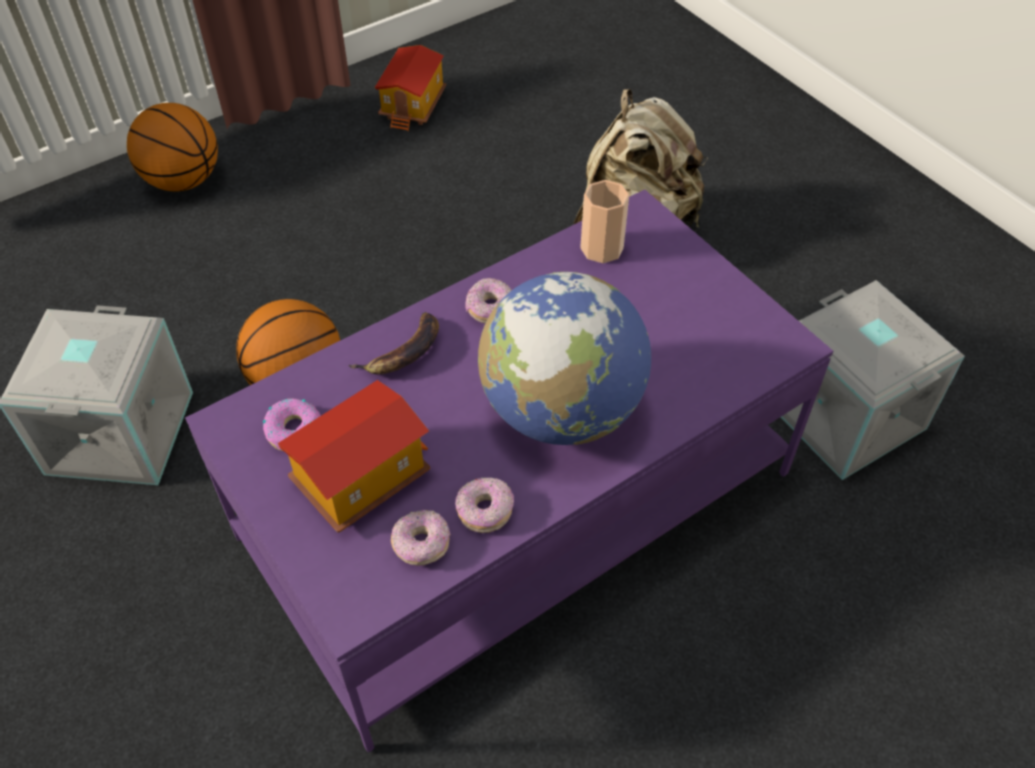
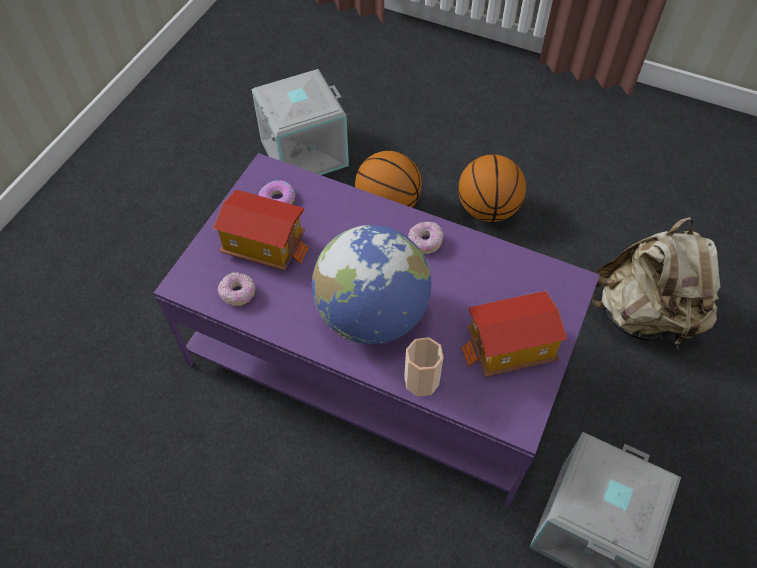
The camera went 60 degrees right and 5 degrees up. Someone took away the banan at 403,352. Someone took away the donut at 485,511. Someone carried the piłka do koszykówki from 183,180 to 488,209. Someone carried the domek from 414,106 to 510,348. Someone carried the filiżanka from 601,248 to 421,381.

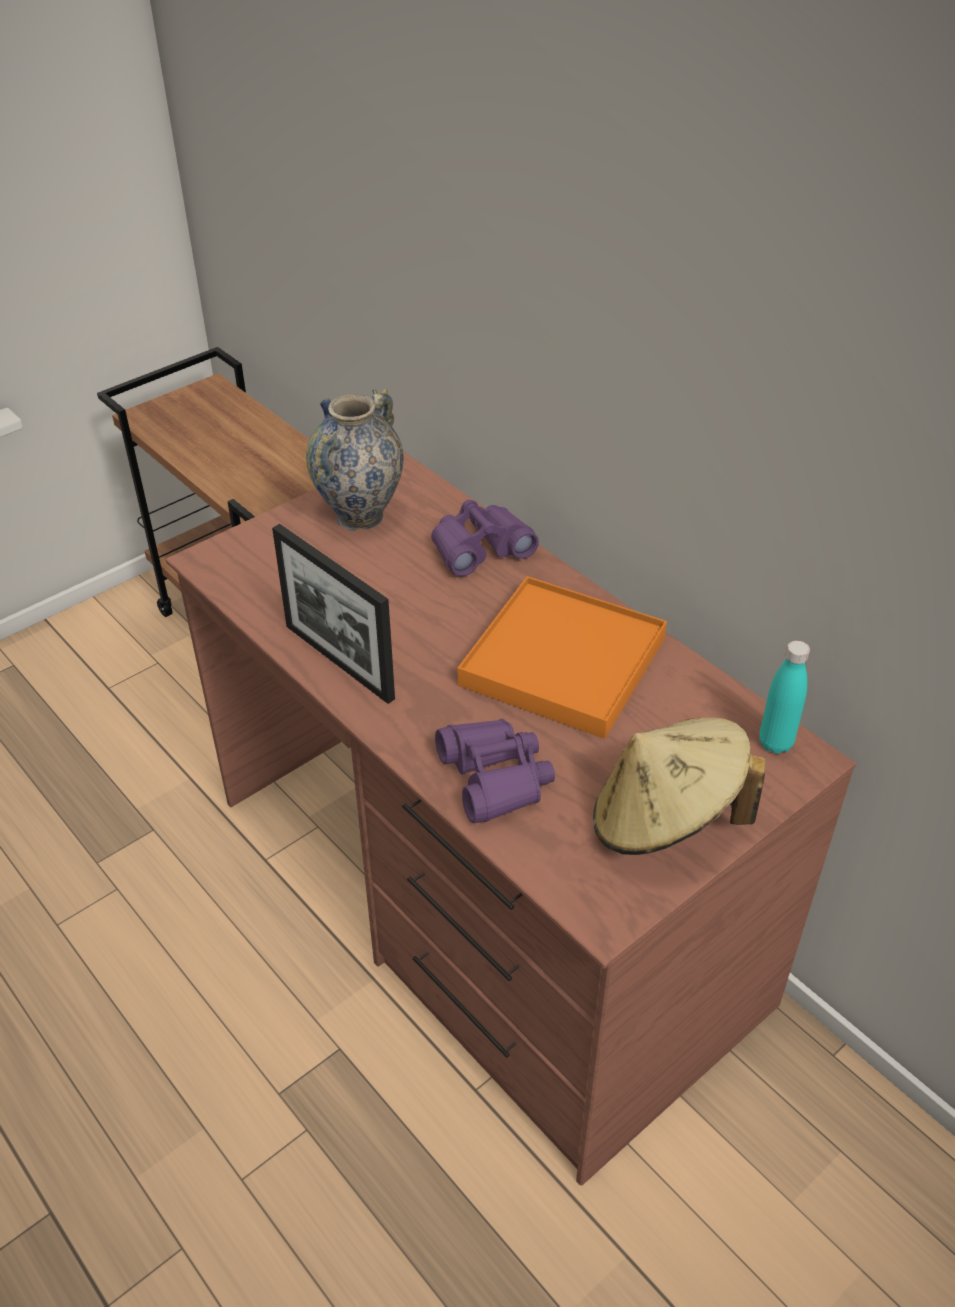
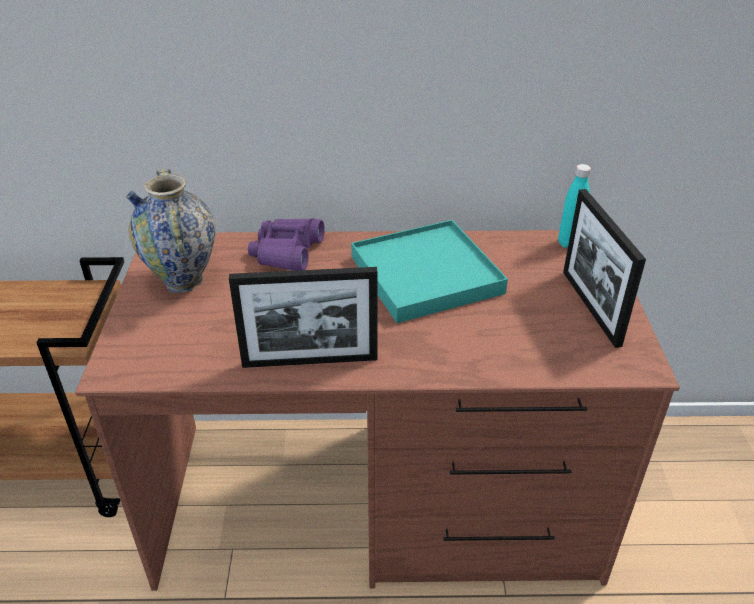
The camera went 50 degrees left and 5 degrees down. Someone took away the lornetka (fioletowy) at 495,778. Someone swapped the kapelusz (beżowy) at 665,821 for the ramka na zdjęcie at 590,307. Someone repainted the taca (pomarańczowy) at 562,661, which became the taca (turkusowy) at 425,275.

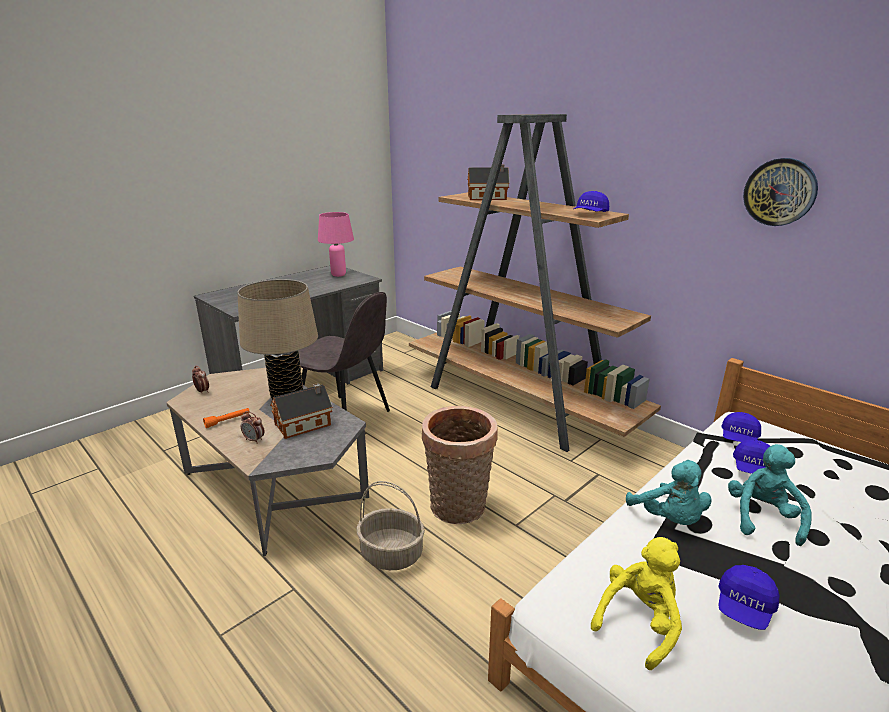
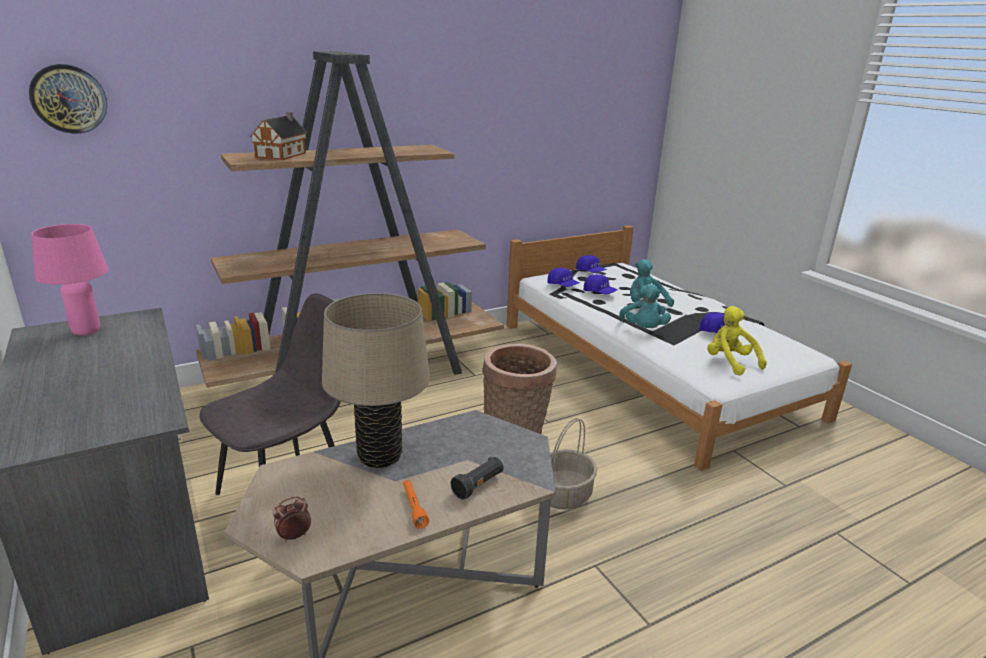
The camera went 75 degrees left and 0 degrees up. Someone took away the domek at 305,424. Someone carried the czapka z daszkiem (niebieski) from 590,214 to 590,272. Someone carried the zegar ścienny from 780,192 to 69,99. Someone swapped the budzik at 254,440 for the latarka (czarny) at 478,485. Someone rotated the pluszak (turkusowy) at 669,519 by 90 degrees clockwise.

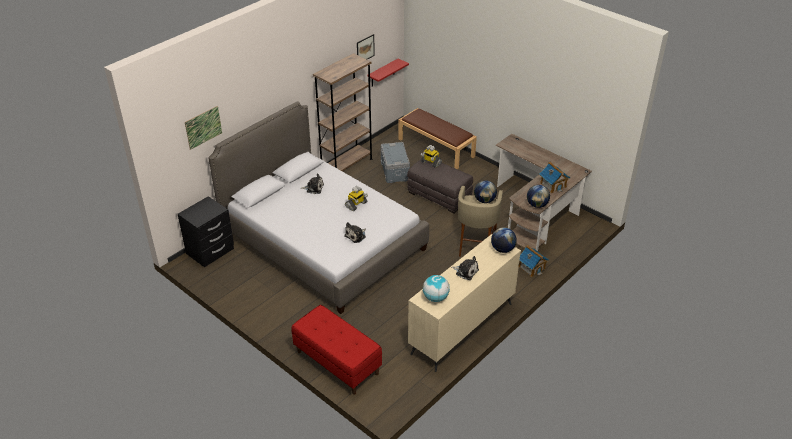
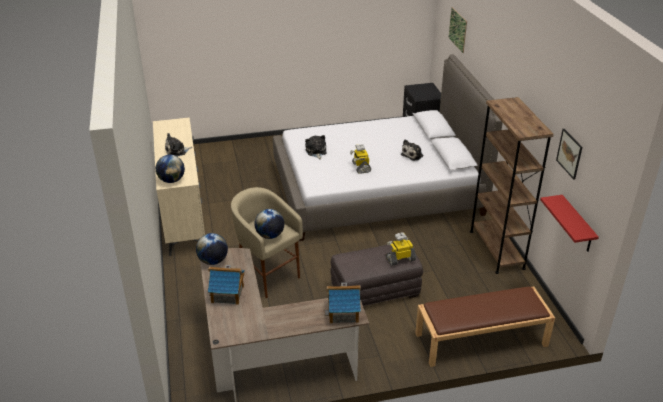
The camera went 125 degrees right and 5 degrees down. Someone took away the ławka (czerwony) at 337,362. Someone took away the pojemnik do przechowywania (szary) at 395,171. Someone took away the globus at 435,298. Someone carried the domek from 531,267 to 343,312.

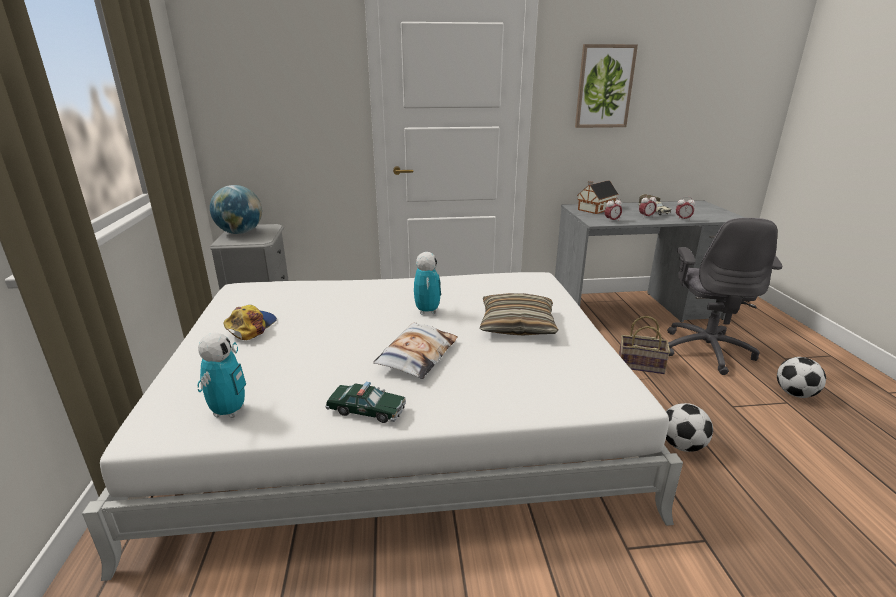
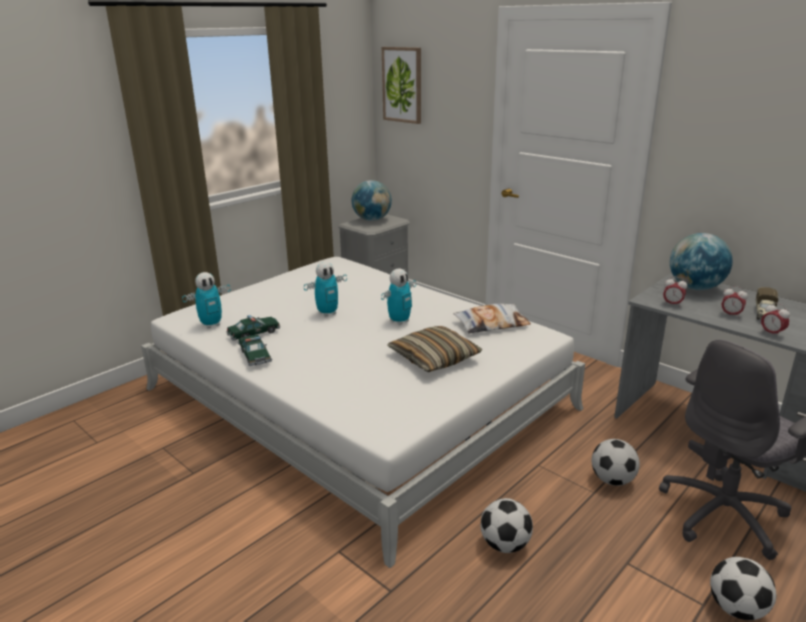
The camera went 50 degrees right and 0 degrees up. Someone took away the czapka z daszkiem at 251,326. Someone put down the samochodzik at 254,333. Someone put down the robot zabawkowy at 327,313. Someone carried the poduszka from 417,355 to 491,324. Someone carried the obraz from 604,87 to 402,85. Someone swapped the domek at 594,209 for the globus at 695,288. Someone swapped the koszyk at 642,365 for the piłka futbolowa at 612,480.

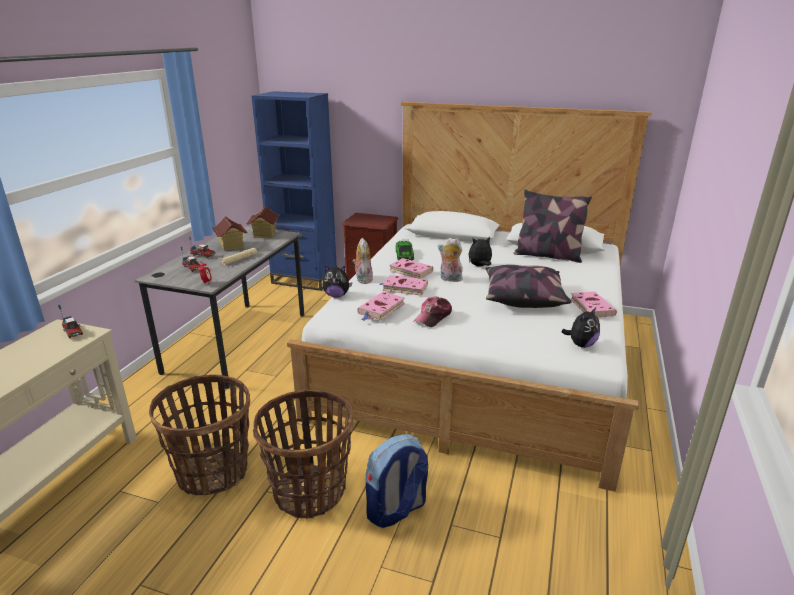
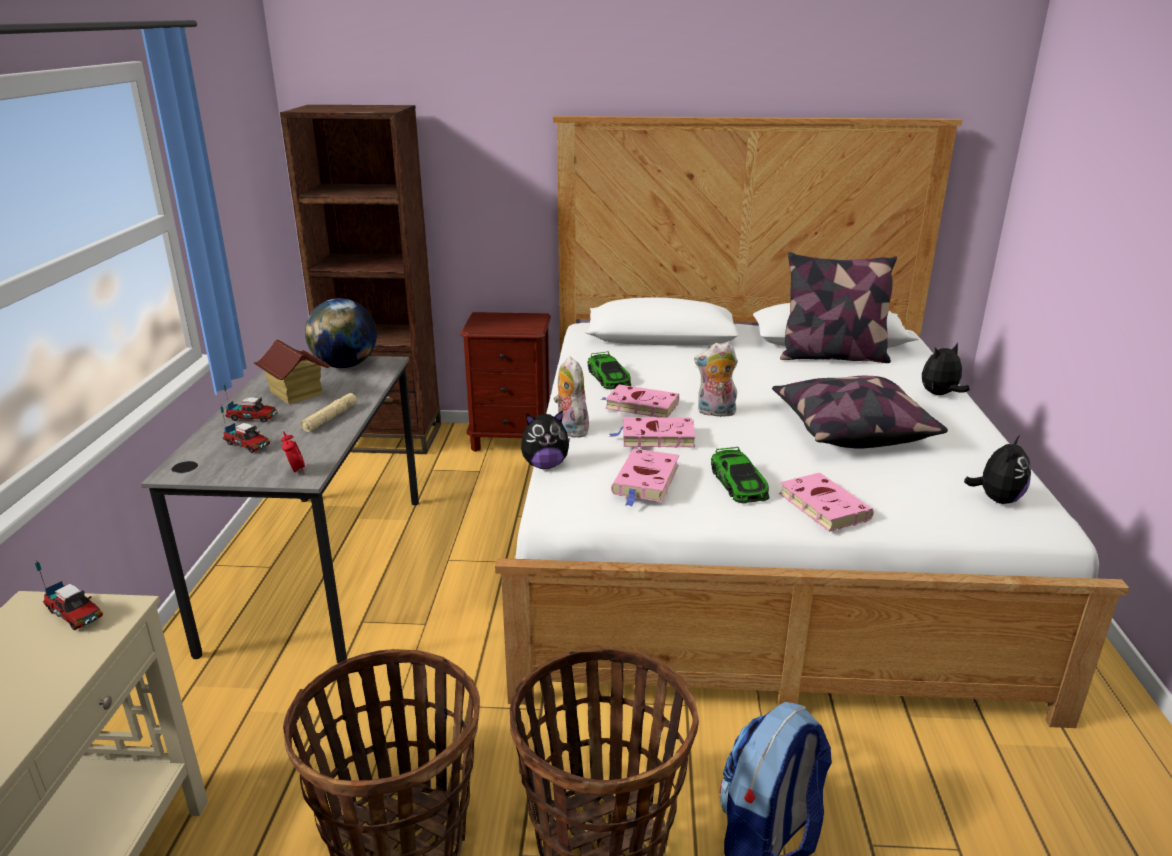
The camera went 15 degrees left and 0 degrees up. Someone carried the pluszak from 479,266 to 940,394. Someone carried the książka (różowy) from 591,307 to 821,505. Someone swapped the domek at 264,234 for the globus at 345,366. Someone swapped the czapka z daszkiem at 433,317 for the samochodzik at 738,483. Someone repainted the regał (niebieski) at 304,279, which became the regał (brązowy) at 386,438.

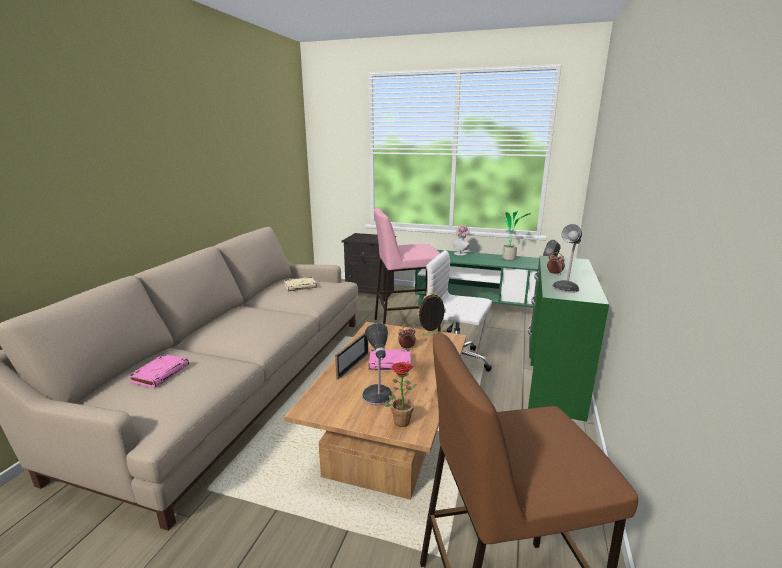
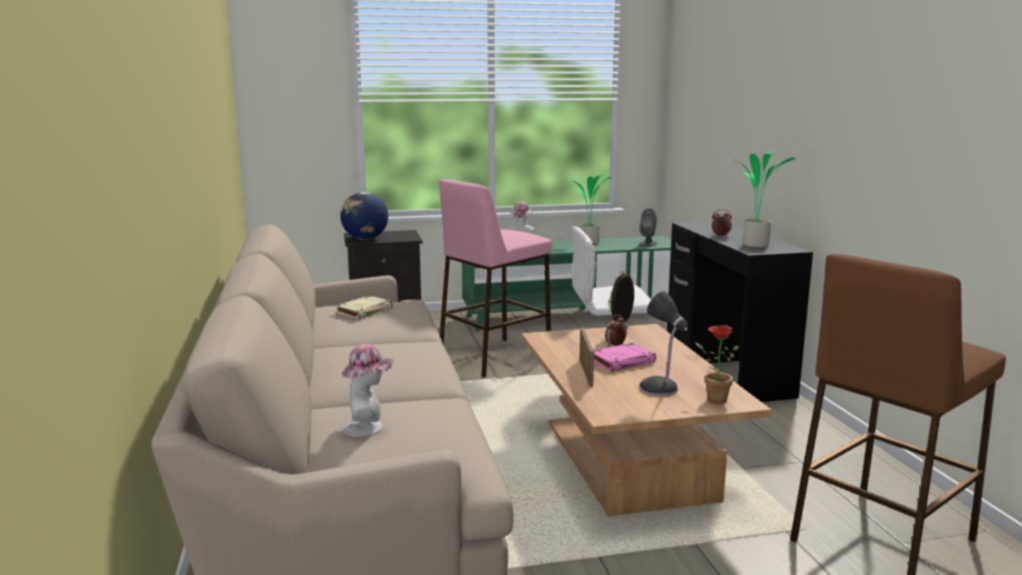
The camera went 30 degrees left and 5 degrees down. Someone put down the globus at 365,239. Someone swapped the książka (różowy) at 160,373 for the kapelusz at 368,427. Someone swapped the lampa stołowa at 566,287 for the roślina doniczkowa at 754,245. Someone repainted the biurko (zielony) at 554,378, which became the biurko (czarny) at 727,370.

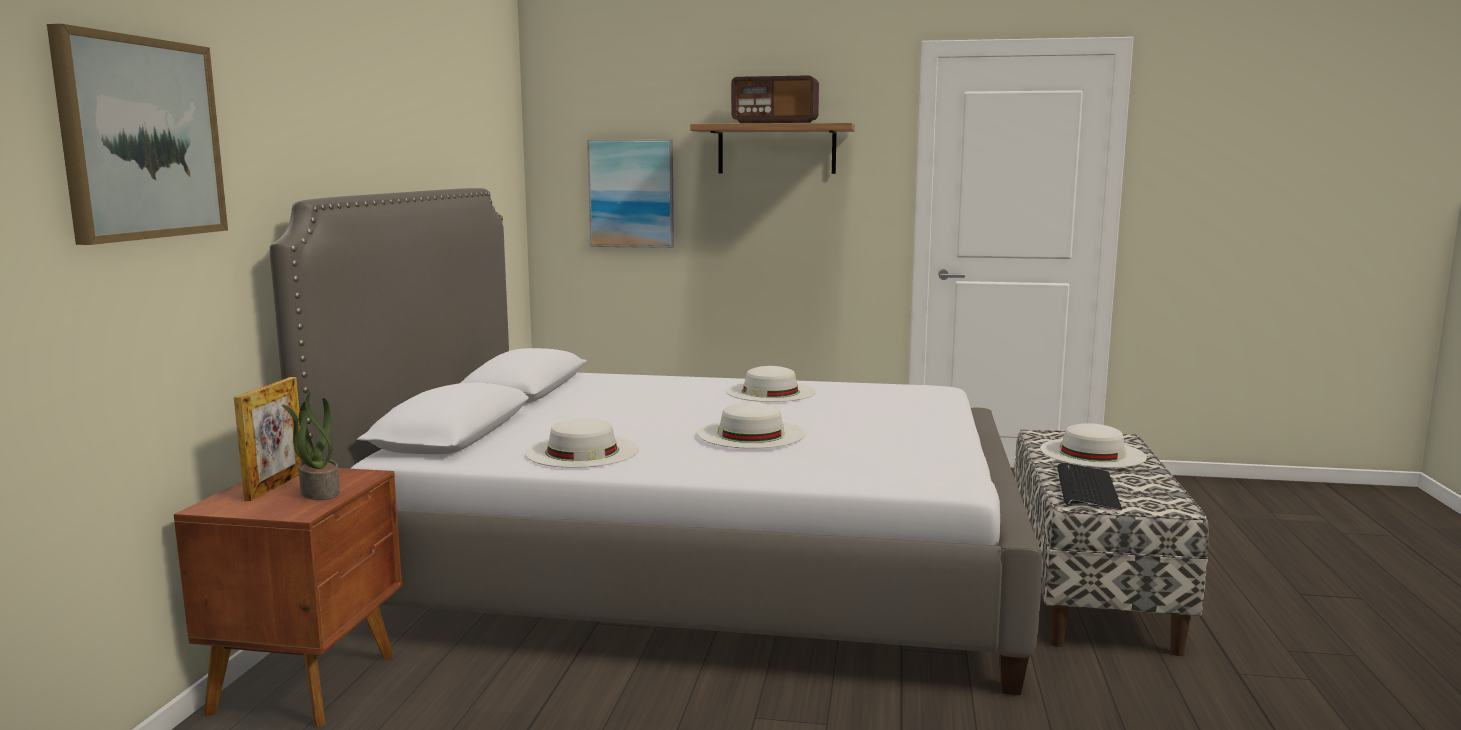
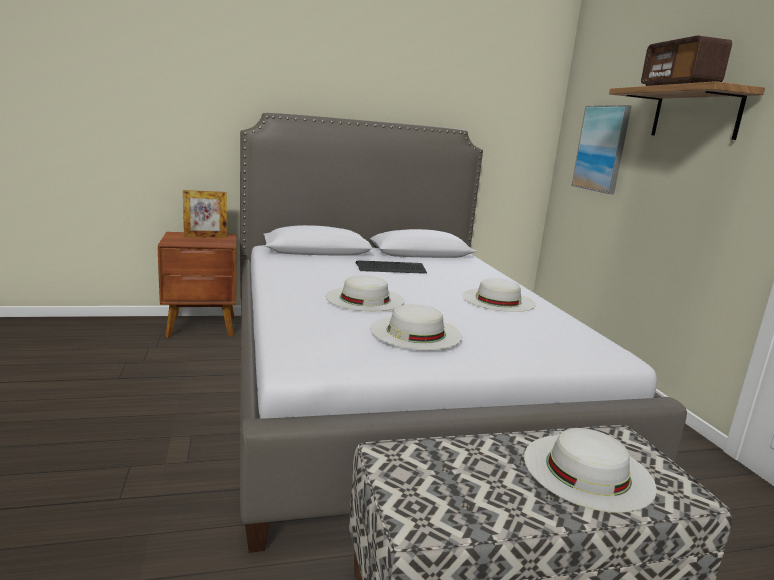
The camera went 65 degrees right and 5 degrees up. Someone took away the obraz at 140,138. Someone took away the roślina doniczkowa at 319,492. Someone carried the kapelusz (biały) from 582,451 to 416,332. Someone carried the klawiatura from 1086,488 to 391,268.

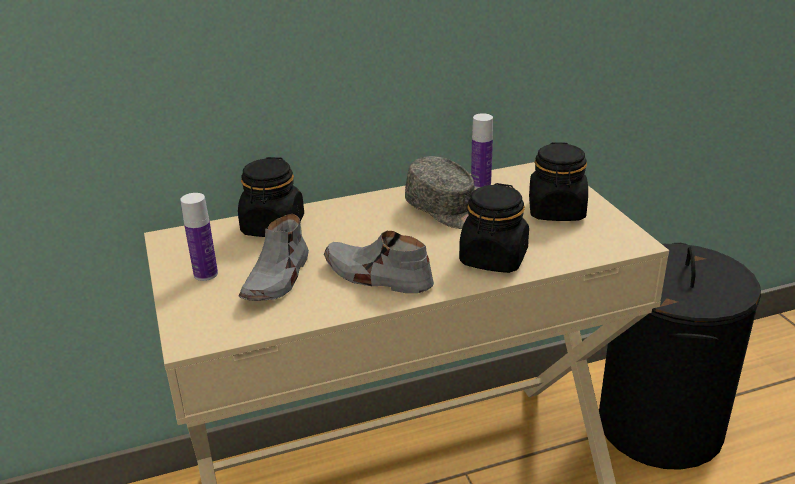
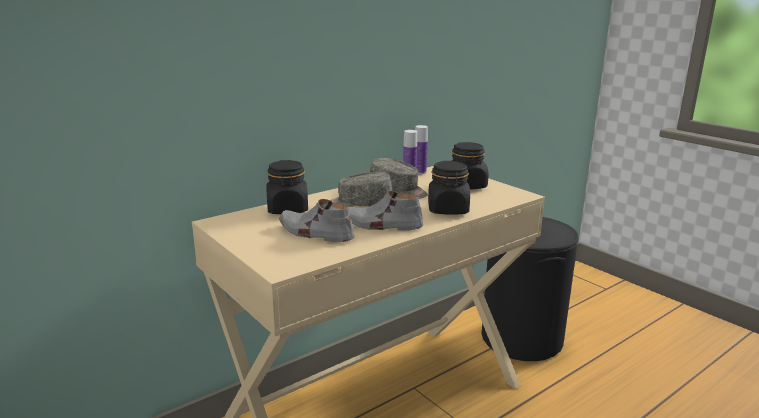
The camera went 20 degrees left and 10 degrees down. Someone put down the czapka z daszkiem (szary) at 359,204. Someone carried the butelka from 206,274 to 420,172. Someone rotated the but (szary) at 277,279 by 120 degrees clockwise.

